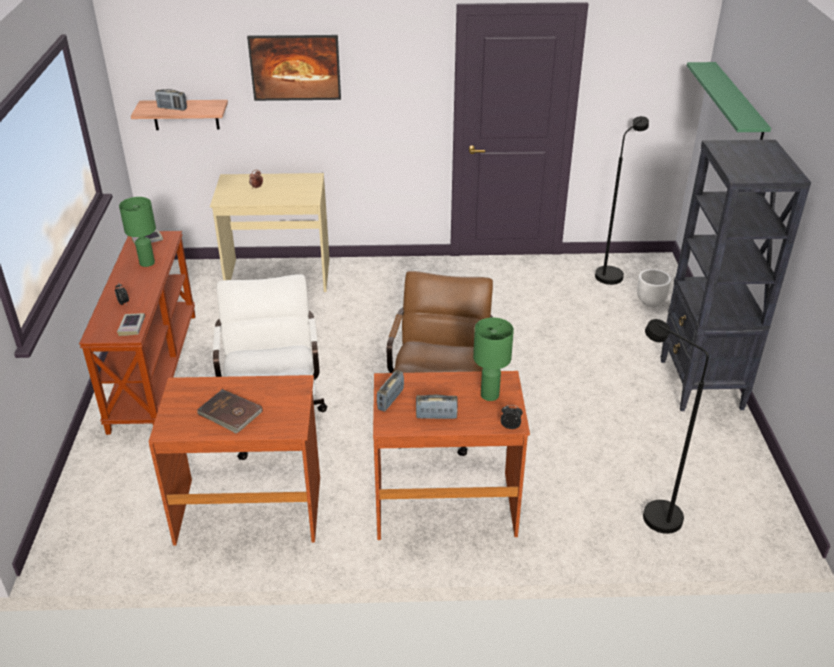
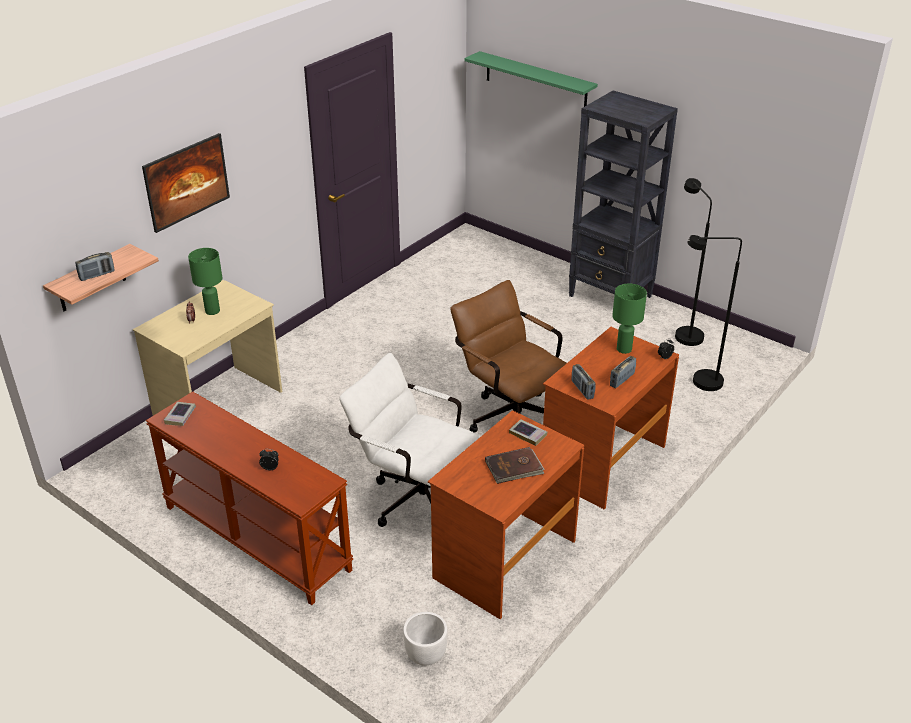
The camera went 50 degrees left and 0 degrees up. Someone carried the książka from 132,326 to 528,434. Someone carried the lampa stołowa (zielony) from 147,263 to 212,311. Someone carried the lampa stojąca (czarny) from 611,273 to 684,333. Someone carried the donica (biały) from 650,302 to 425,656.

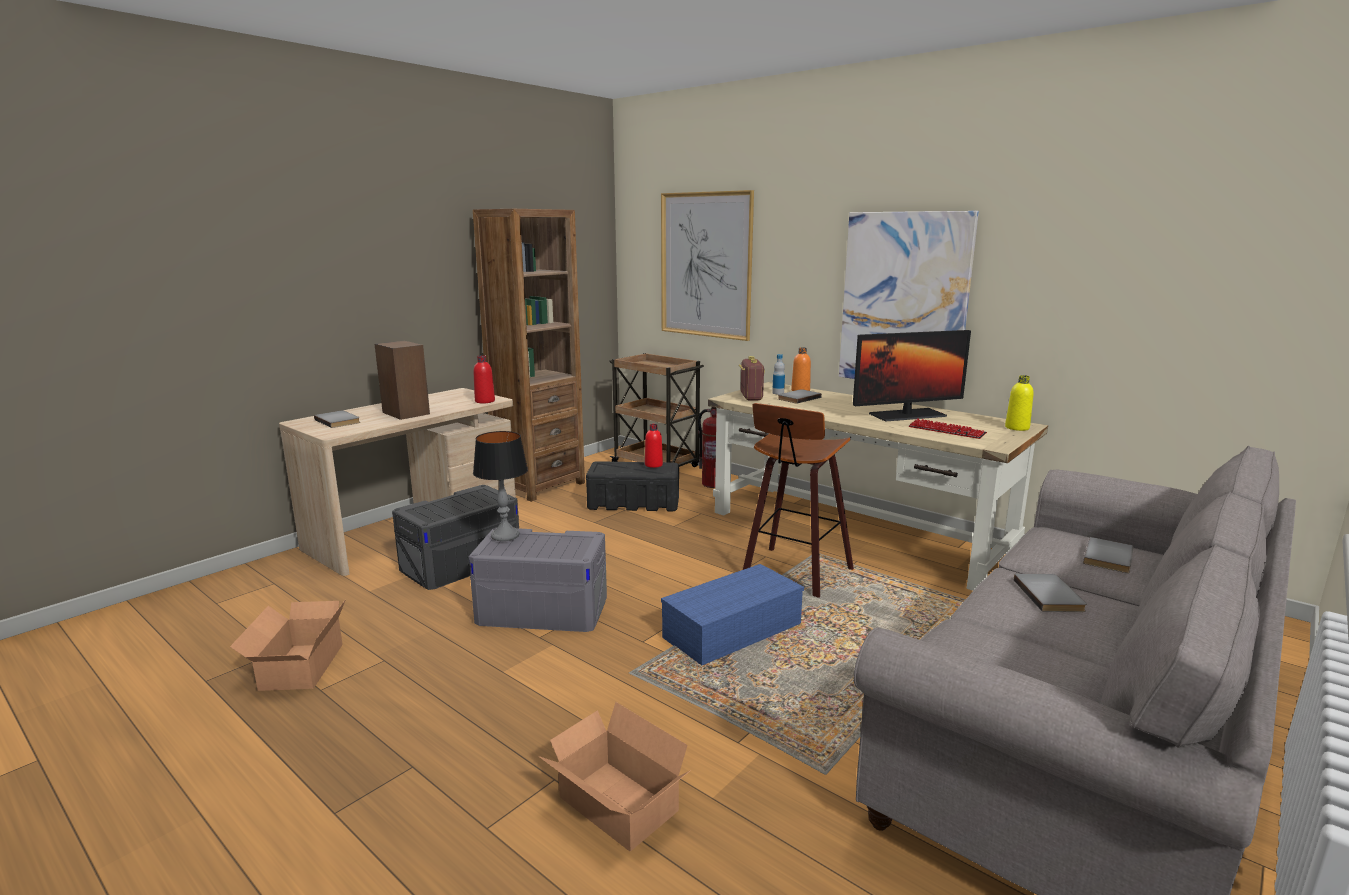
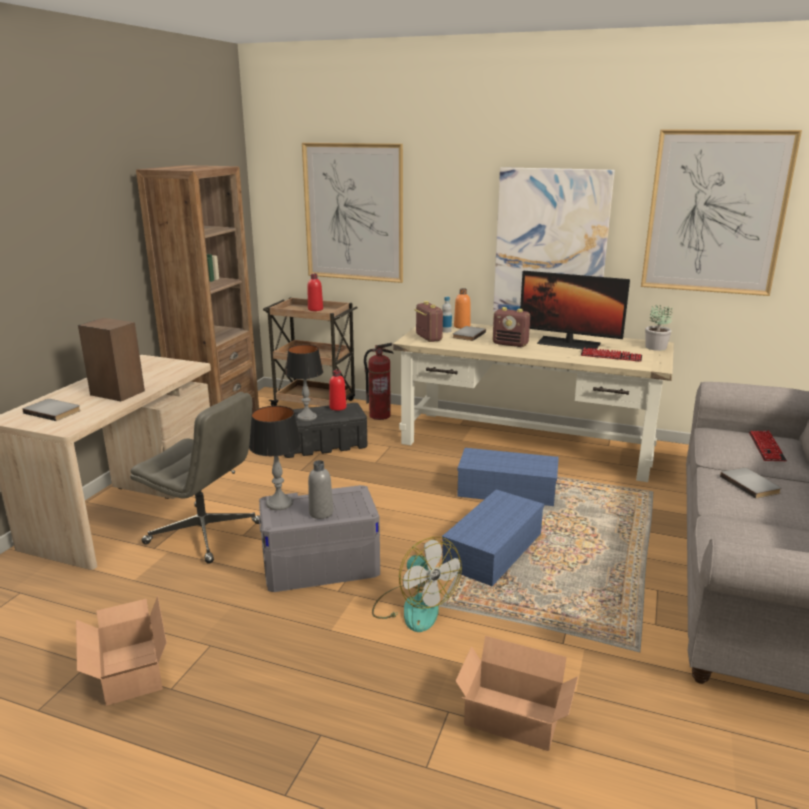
The camera went 20 degrees left and 5 degrees up. Someone put down the lampa stołowa at 306,417. Someone put down the butelka (szary) at 321,513. Someone put down the wentylator at 413,607. Someone put down the radio at 510,344. Someone put up the obraz at 715,213. Someone carried the butelka (czerwony) from 485,401 to 315,309. Someone swapped the pojemnik do przechowywania (szary) at 461,563 for the krzesło biurowe (szary) at 205,533. Someone swapped the stołek at 794,574 for the pojemnik do przechowywania (niebieski) at 505,491. Someone swapped the butelka (żółty) at 1017,428 for the roślina doniczkowa at 656,347. Someone swapped the książka (szary) at 1110,558 for the klawiatura at 766,447. Someone rotated the monitor at 907,415 by 60 degrees clockwise.

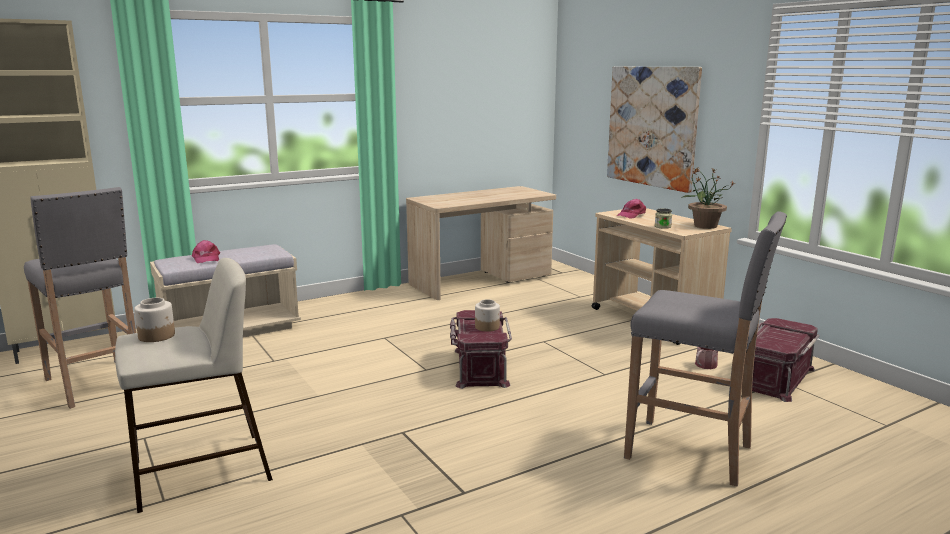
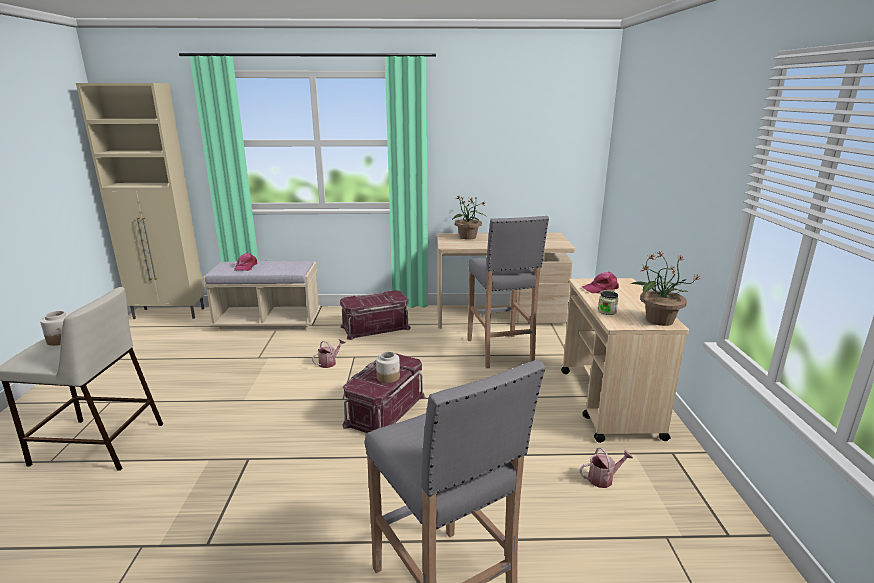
The camera went 30 degrees right and 5 degrees up. Someone took away the obraz at 652,126. Someone put down the konewka at 329,362. Someone put down the roślina doniczkowa at 468,237. Someone carried the stołek (szary) from 96,384 to 500,351. Someone carried the pojemnik do przechowywania (czerwony) from 774,377 to 375,327.

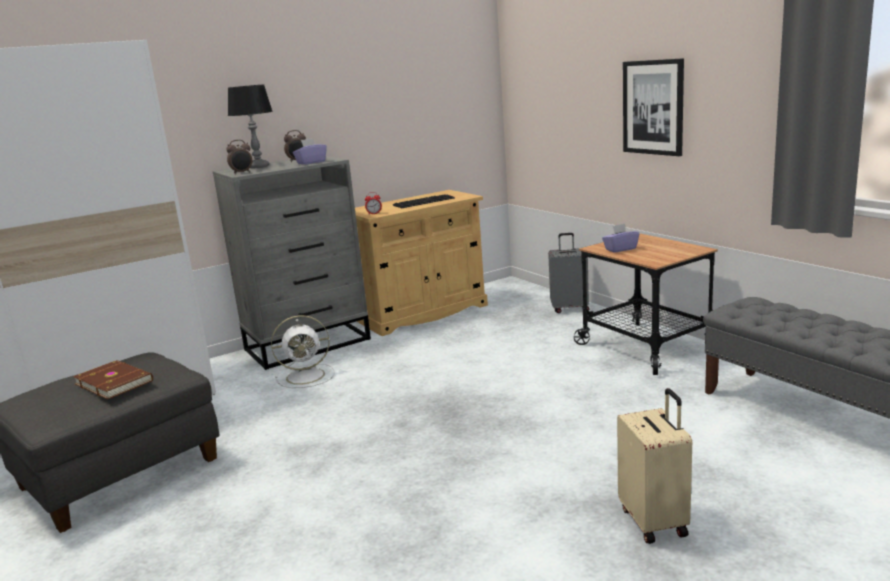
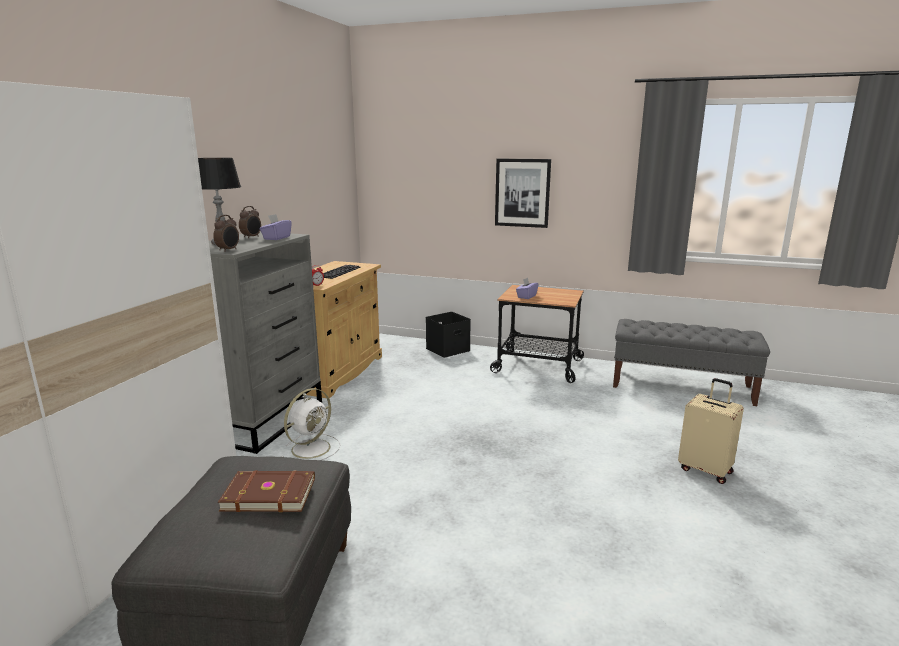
The camera went 40 degrees left and 0 degrees up. Someone swapped the walizka (szary) at 569,308 for the pojemnik do przechowywania (czarny) at 448,349.

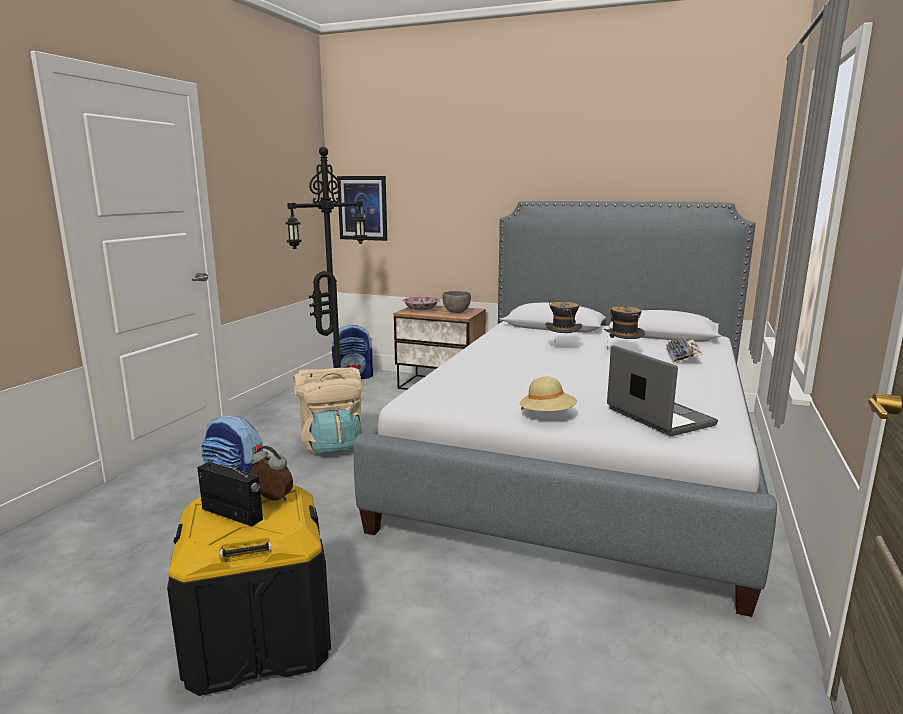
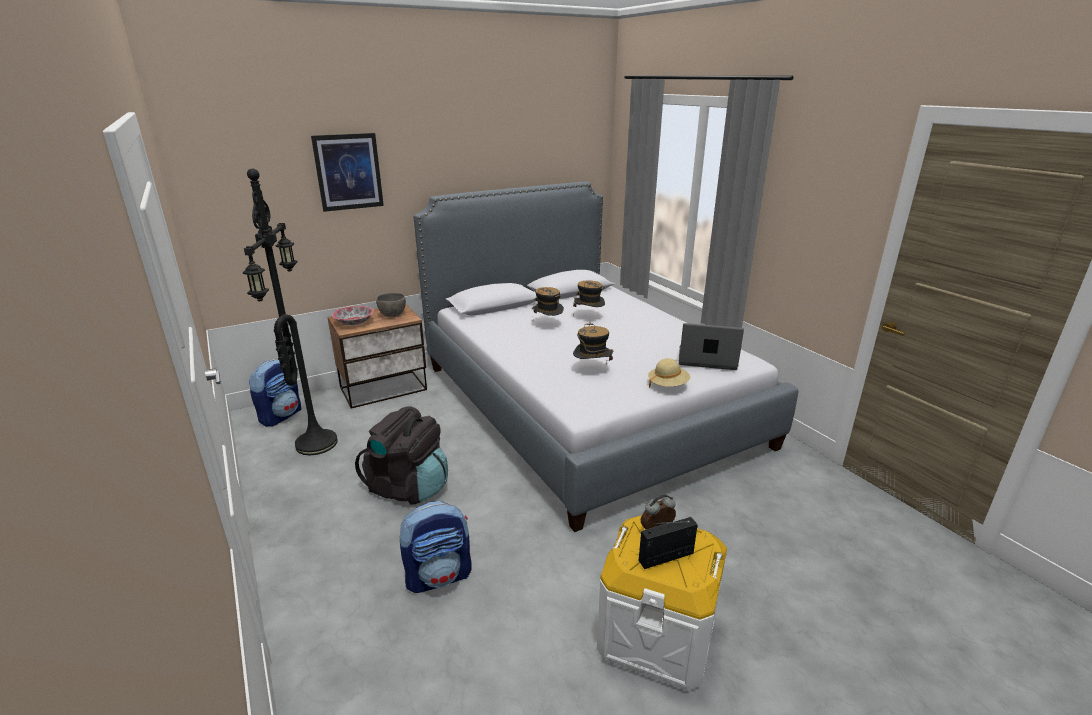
The camera went 50 degrees left and 10 degrees up. Someone took away the klawiatura at 683,356. Someone put down the kapelusz at 592,370. Someone carried the obraz from 362,208 to 348,172. Someone repainted the pojemnik do przechowywania (czarny) at 258,638, which became the pojemnik do przechowywania (biały) at 657,635. Someone repainted the plecak (beżowy) at 332,444, which became the plecak (czarny) at 408,487.

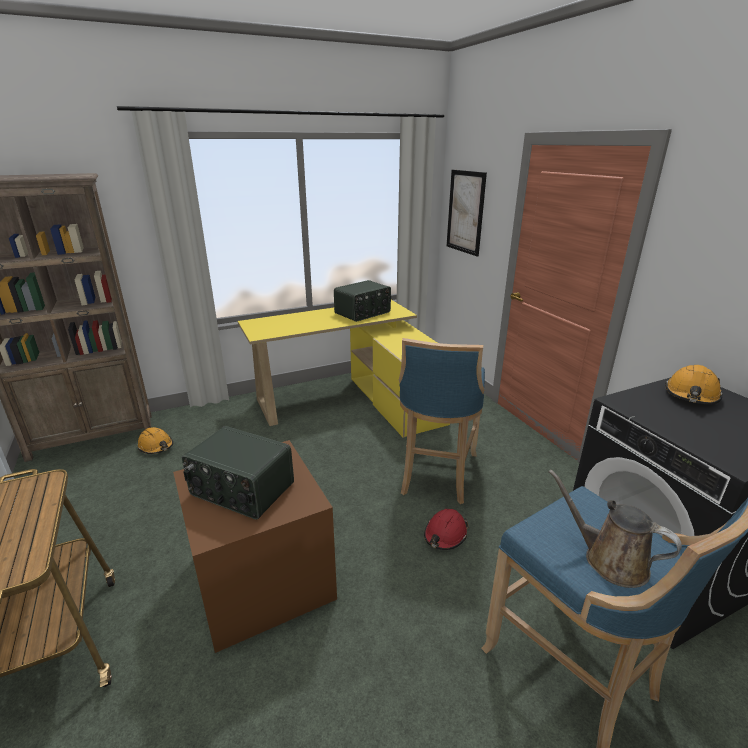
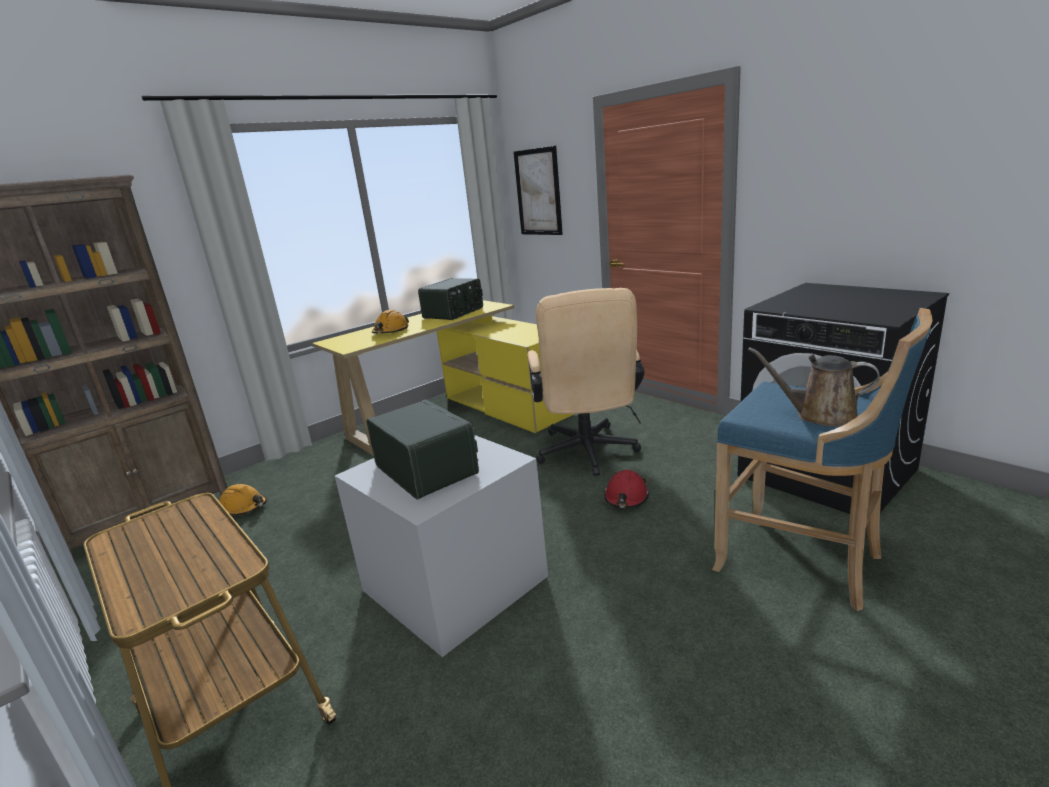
The camera went 15 degrees left and 5 degrees down. Someone carried the kask (pomarańczowy) from 691,395 to 391,332. Someone swapped the stołek (niebieski) at 436,475 for the krzesło biurowe (beżowy) at 588,455. Someone repainted the pojemnik do przechowywania (brązowy) at 259,577, which became the pojemnik do przechowywania (szary) at 451,583. Someone rotated the radio at 241,490 by 135 degrees counterclockwise.

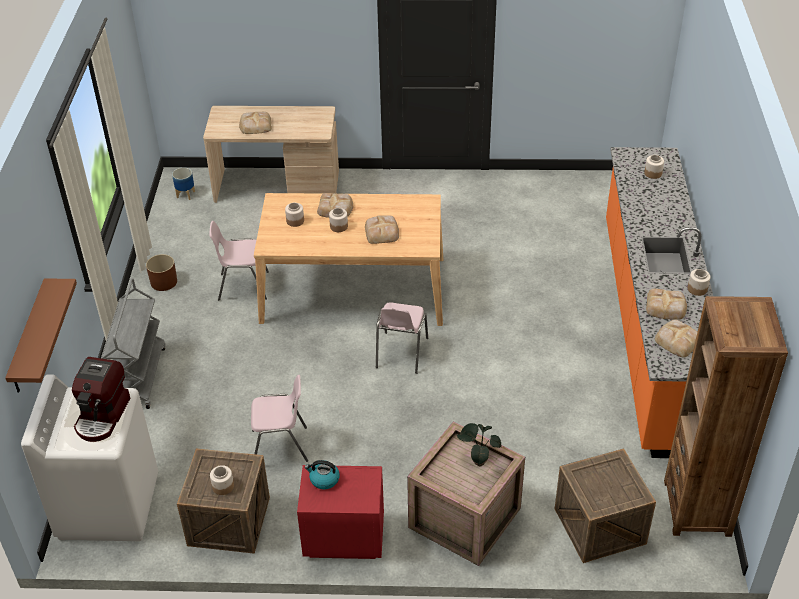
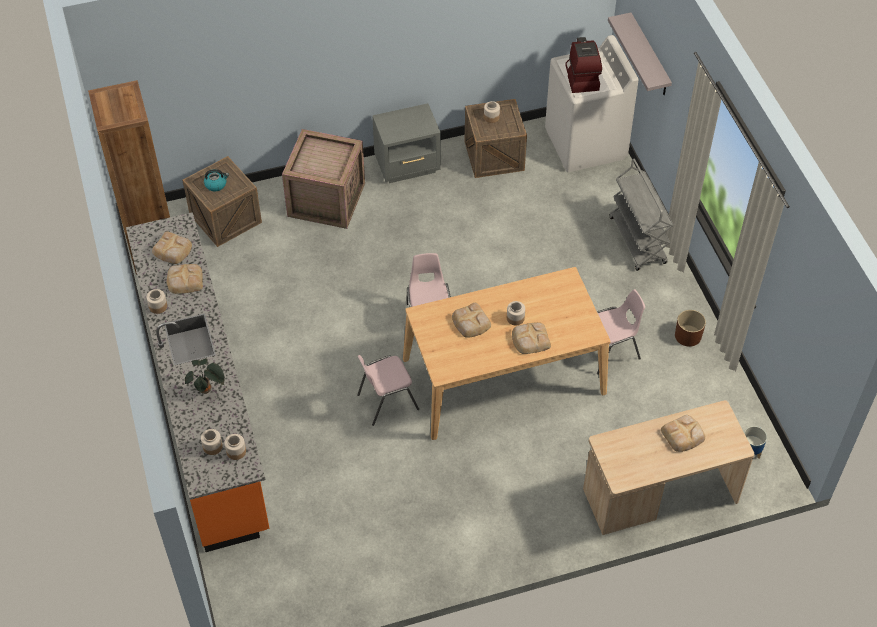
The camera went 160 degrees right and 10 degrees up. Someone carried the krzesło (różowy) from 280,446 to 387,401. Someone carried the słoik from 295,221 to 236,451. Someone carried the czajnik from 324,479 to 216,184. Someone carried the roślina doniczkowa from 477,461 to 207,390. Someone repainted the półka (brązowy) at 29,338, which became the półka (szary) at 649,56. Someone repainted the szafka nocna (czerwony) at 343,537, which became the szafka nocna (szary) at 408,166.

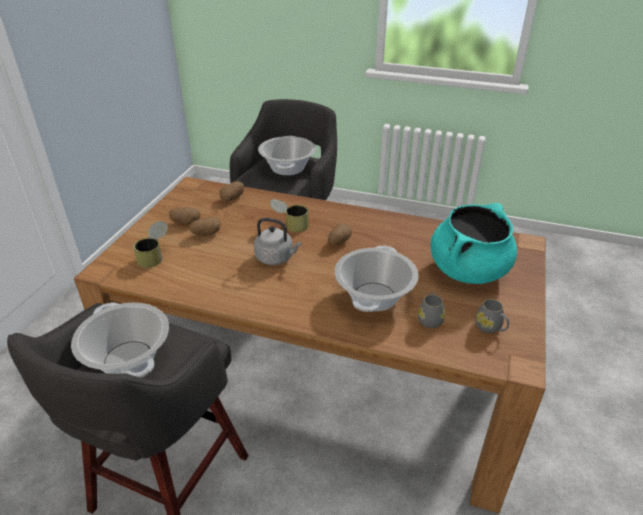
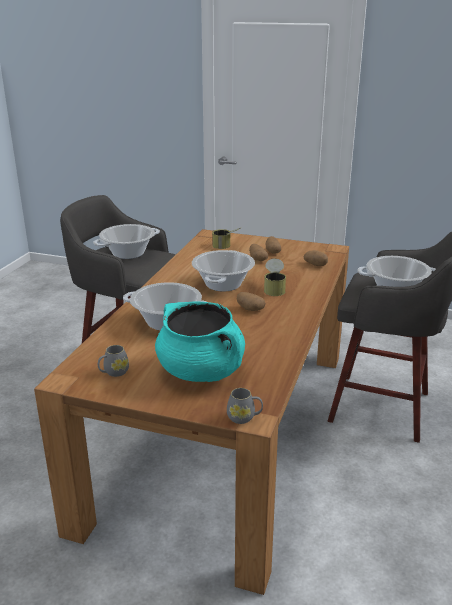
The camera went 90 degrees right and 10 degrees down. Someone carried the kubek (szary) from 430,318 to 244,417. Someone swapped the czajnik (szary) at 276,258 for the garnek at 223,284.

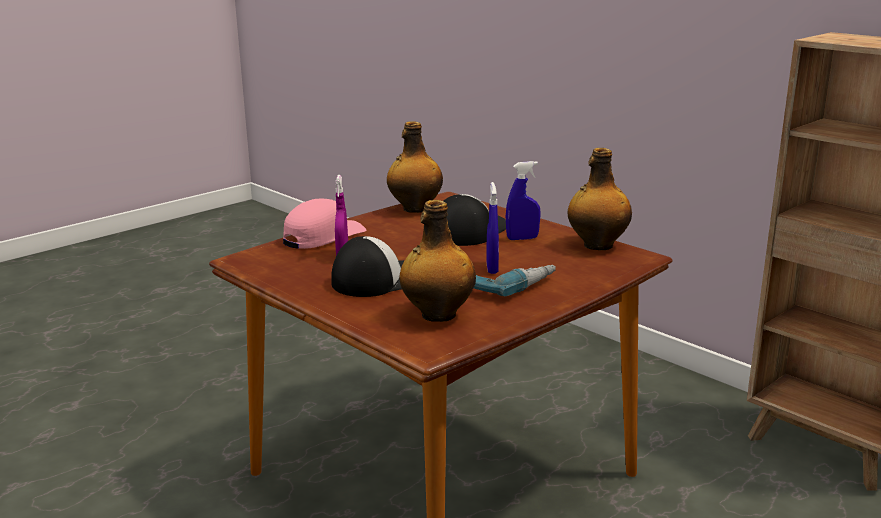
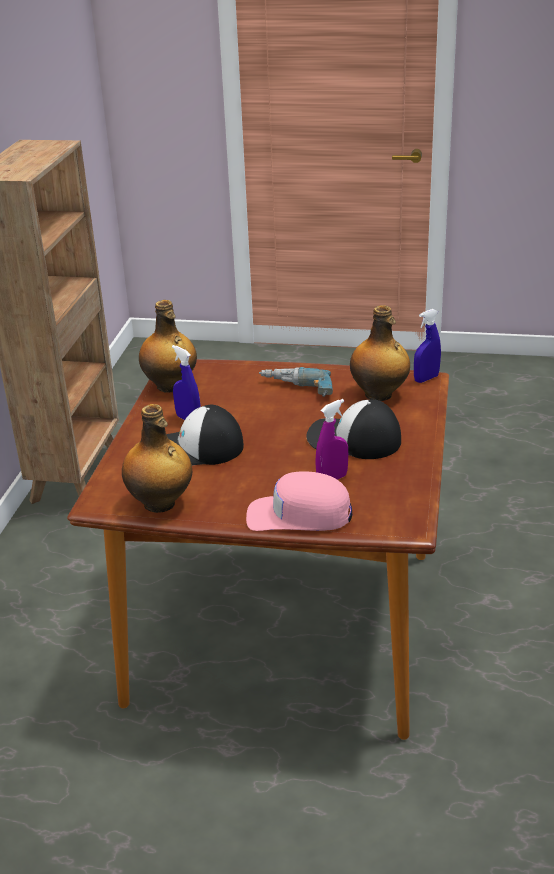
The camera went 125 degrees left and 10 degrees up. Someone carried the spryskiwacz (niebieski) from 492,268 to 426,379.

